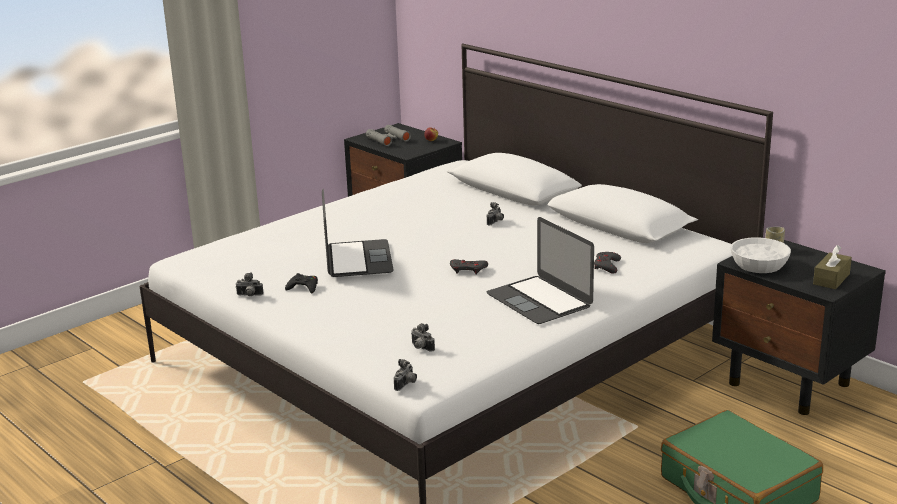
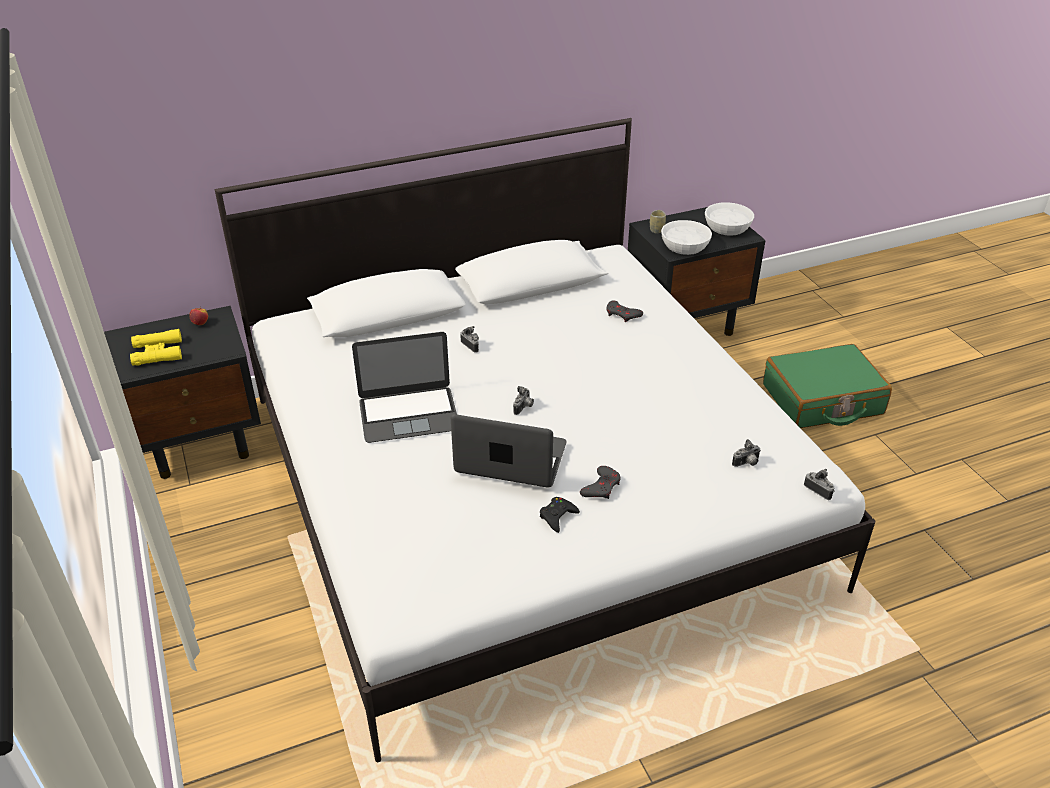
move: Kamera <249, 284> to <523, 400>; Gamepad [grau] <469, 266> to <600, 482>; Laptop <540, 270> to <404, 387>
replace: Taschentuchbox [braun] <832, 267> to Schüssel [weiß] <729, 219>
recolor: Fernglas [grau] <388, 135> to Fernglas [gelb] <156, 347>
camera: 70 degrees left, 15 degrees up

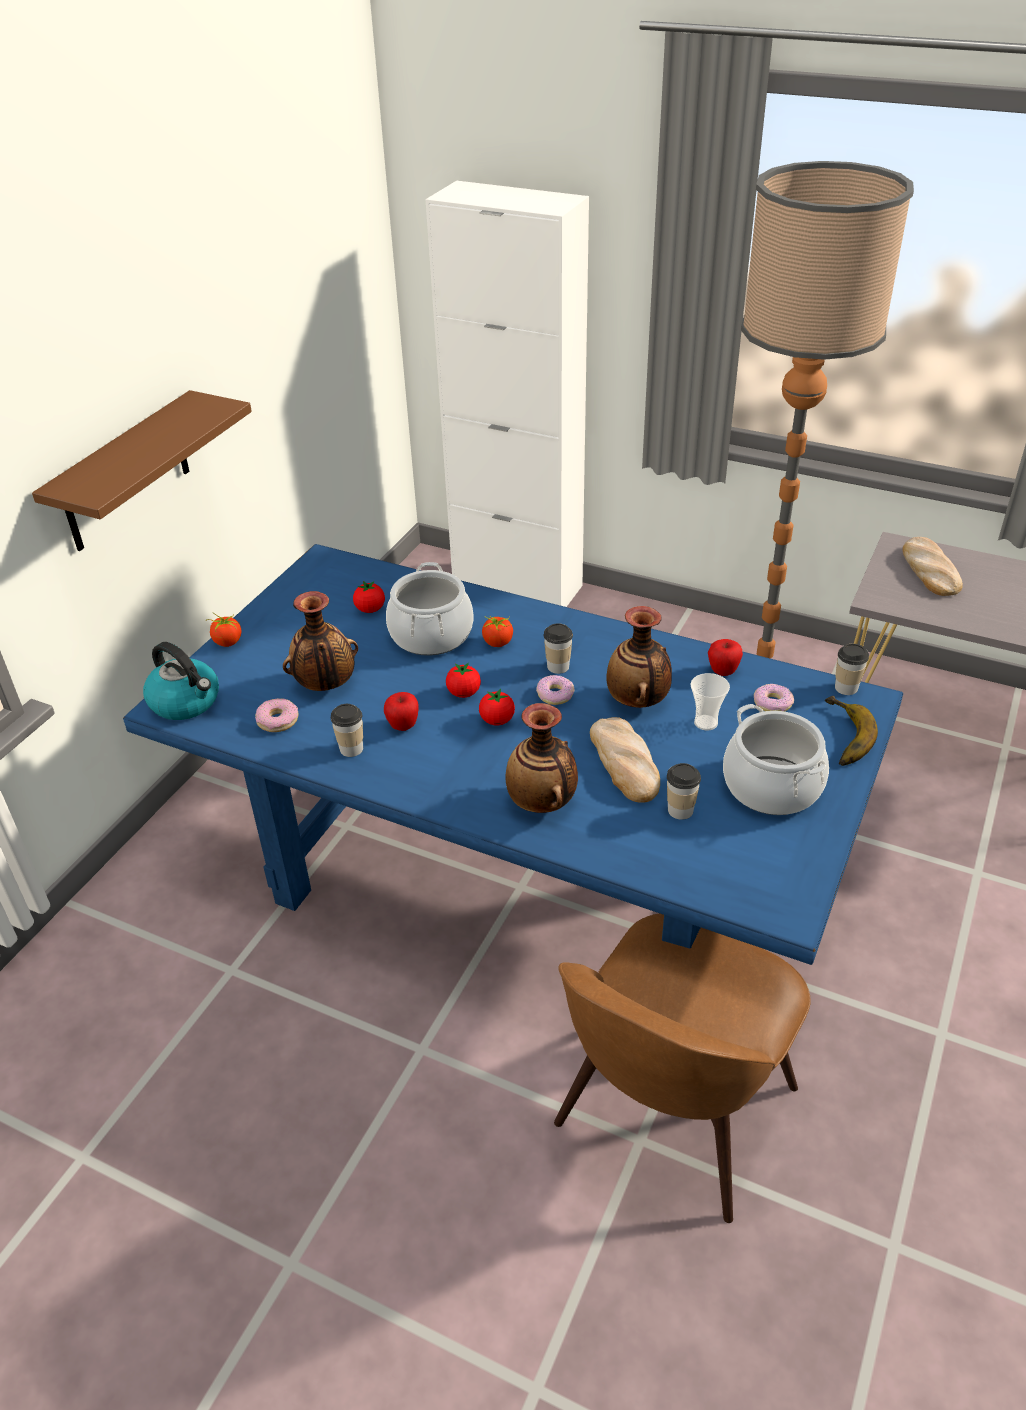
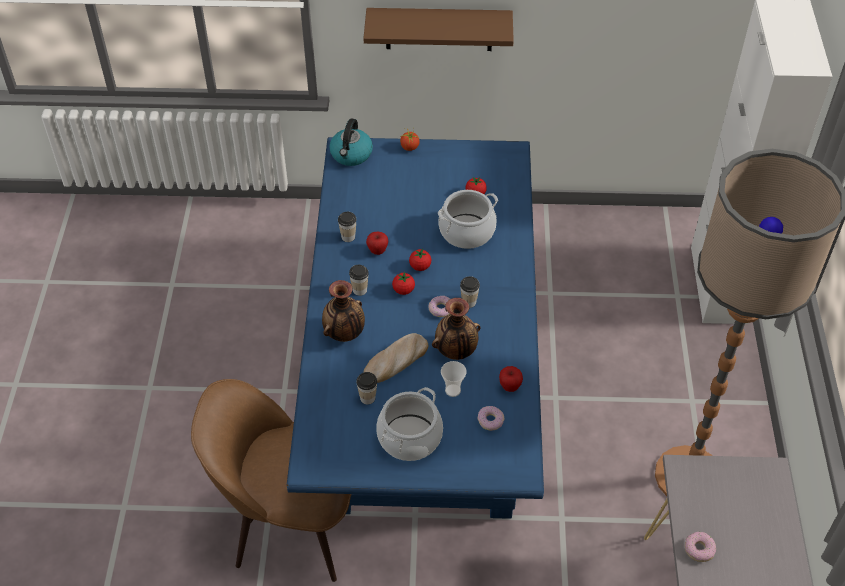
delete: Vase <320, 641>; Tomate <497, 631>; Banane <851, 731>; Brot <932, 566>
move: Donut <277, 715> to <700, 547>; Tasse <852, 669> to <359, 280>
camera: 65 degrees right, 10 degrees up

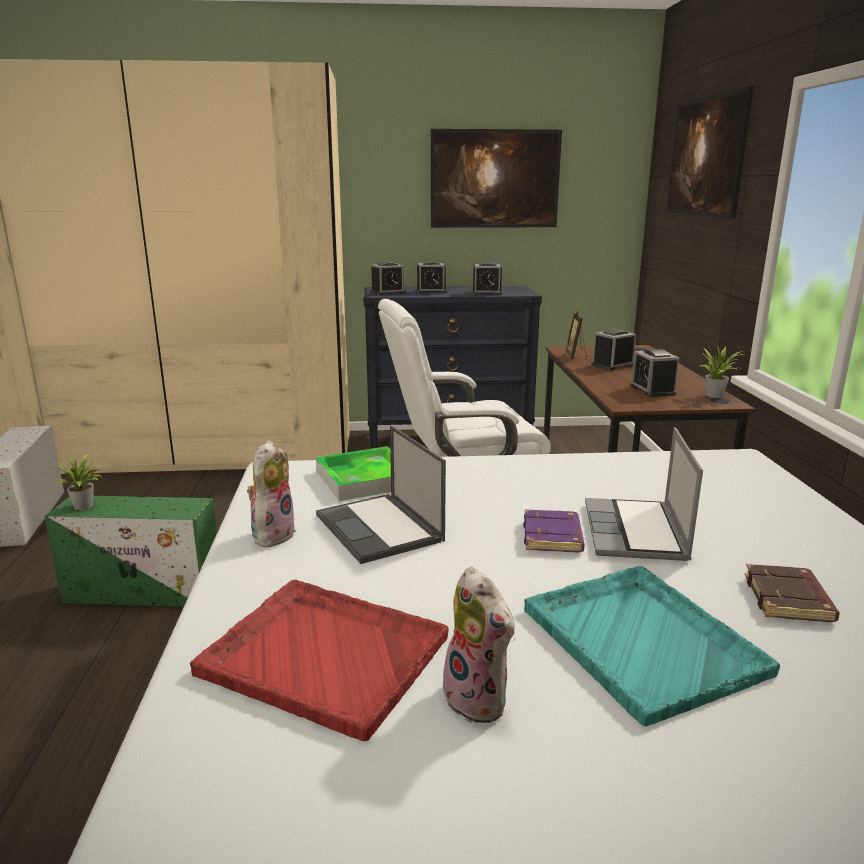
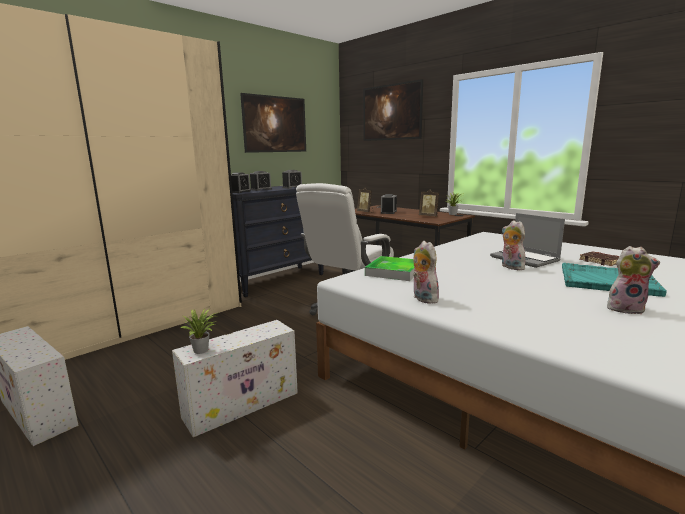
delete: Tablett [rot] <319, 660>; Laptop <381, 494>
replace: Buch [lila] <554, 530> to Plüschtier <513, 245>; Wecker <654, 373> to Bilderrahmen <429, 203>
recolor: Aufbewahrungsbox [grün] <130, 551> to Aufbewahrungsbox [weiß] <235, 378>
camera: 40 degrees left, 5 degrees down

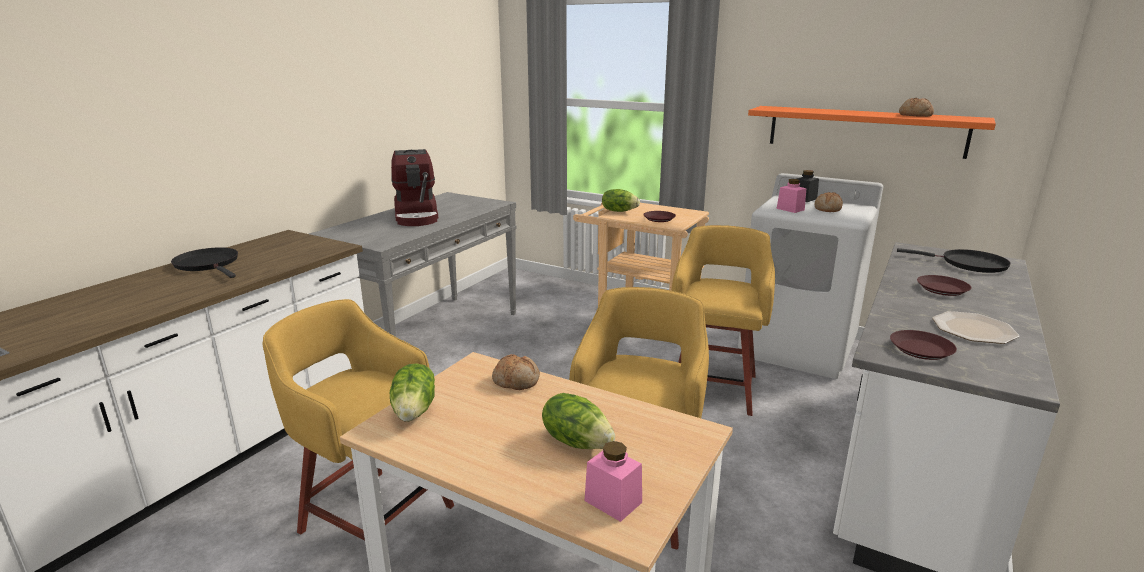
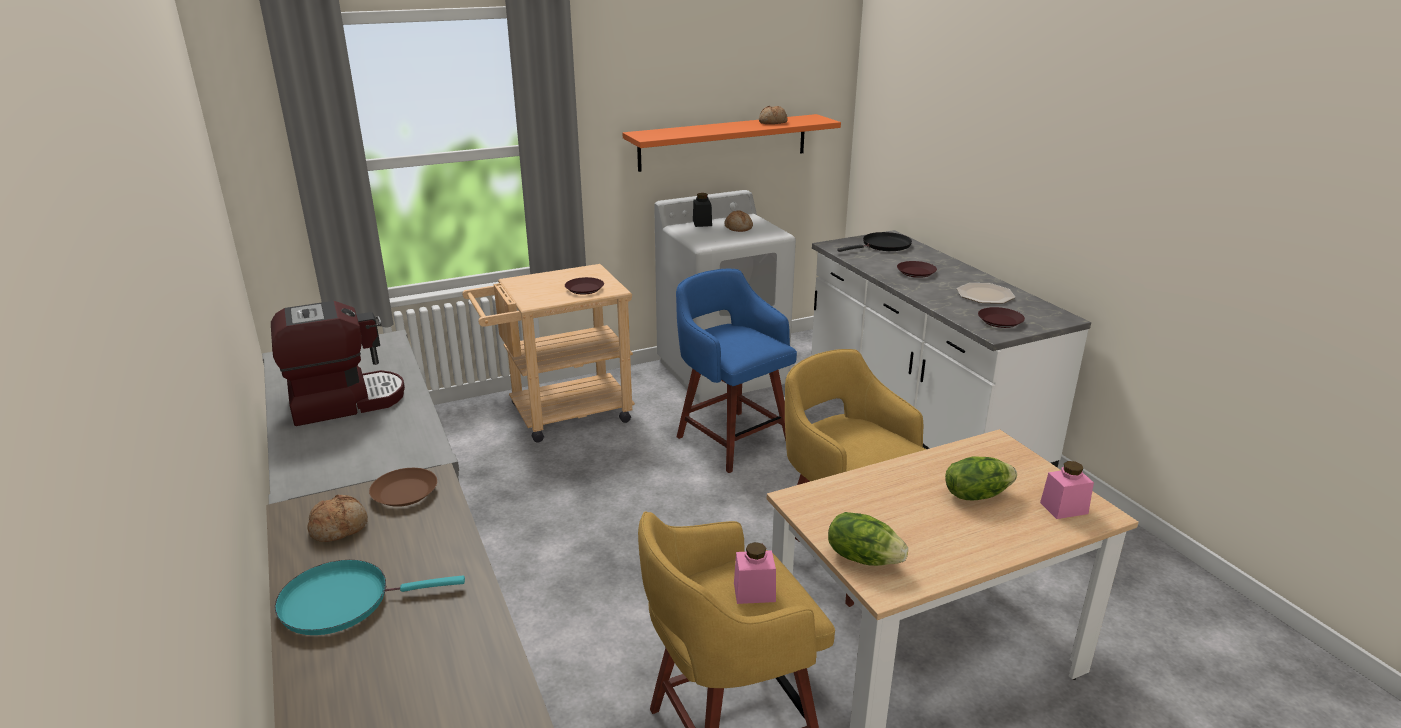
delete: Salatkopf <621, 200>
insert: Teller [braun] <403, 487>
move: Brot <516, 372> to <338, 518>; Vorratsglas [rosa] <791, 196> to <755, 573>
recolor: Pfanne [schwarz] <204, 262> to Pfanne [türkis] <370, 597>; Hocker [gelb] <723, 320> to Hocker [blau] <736, 371>
rotate: Kaffeemaschine <414, 187> = <338, 363> 45 degrees counterclockwise
camera: 55 degrees left, 5 degrees up

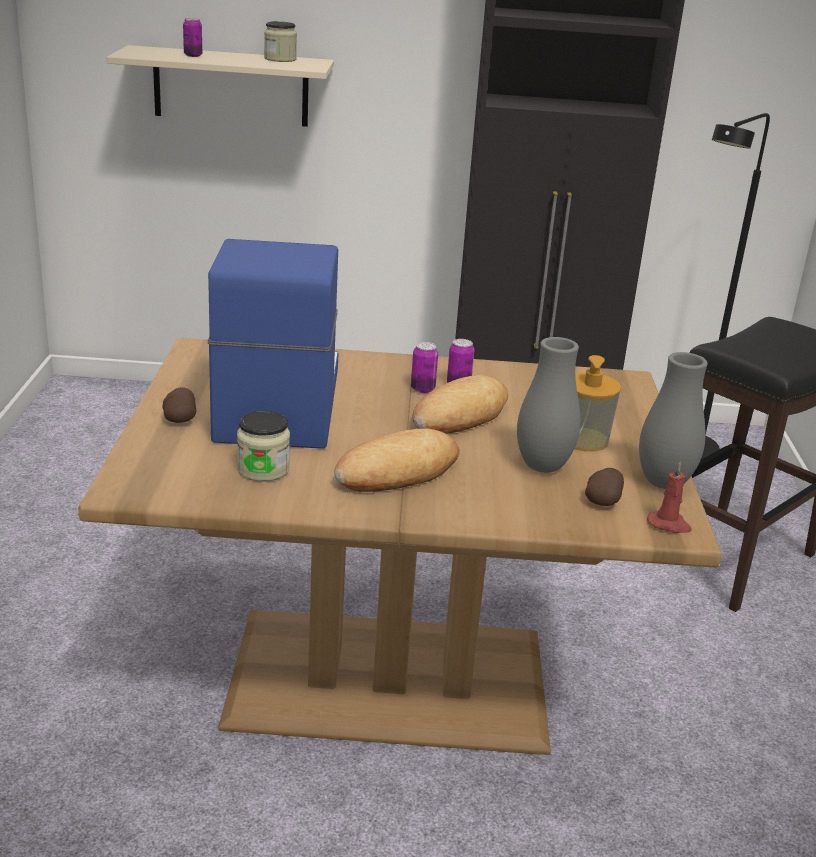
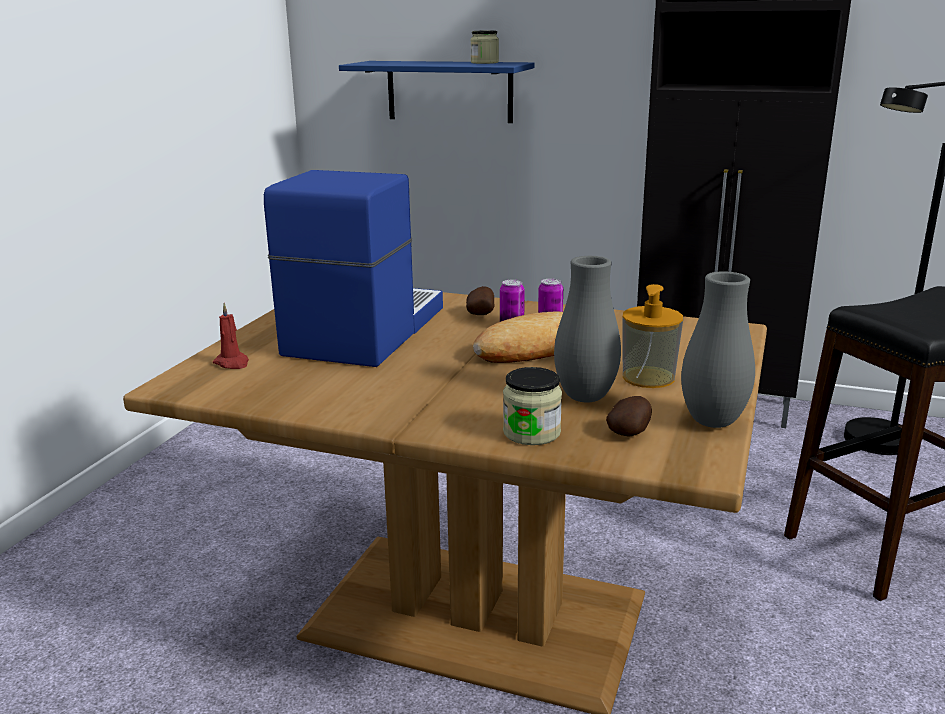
delete: Dose <192, 37>; Brot <397, 460>
move: Kartoffel <179, 405> to <480, 300>; Vorratsglas <263, 446> to <532, 406>; Kerze [rot] <669, 497> to <231, 336>
recolor: Wandregal [beige] <220, 86> to Wandregal [blau] <436, 92>
camera: 20 degrees right, 5 degrees down

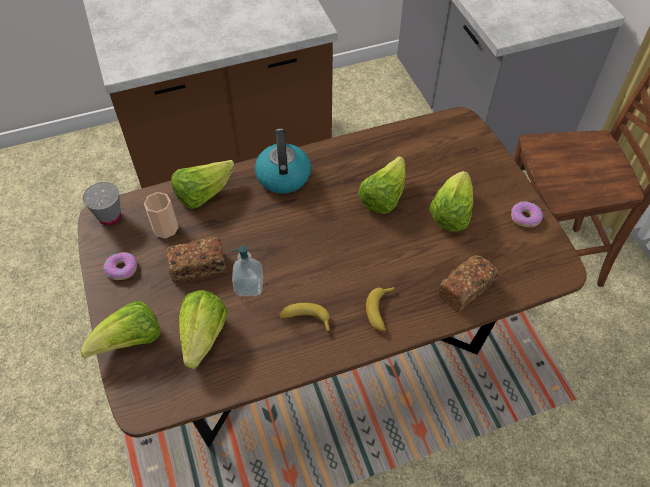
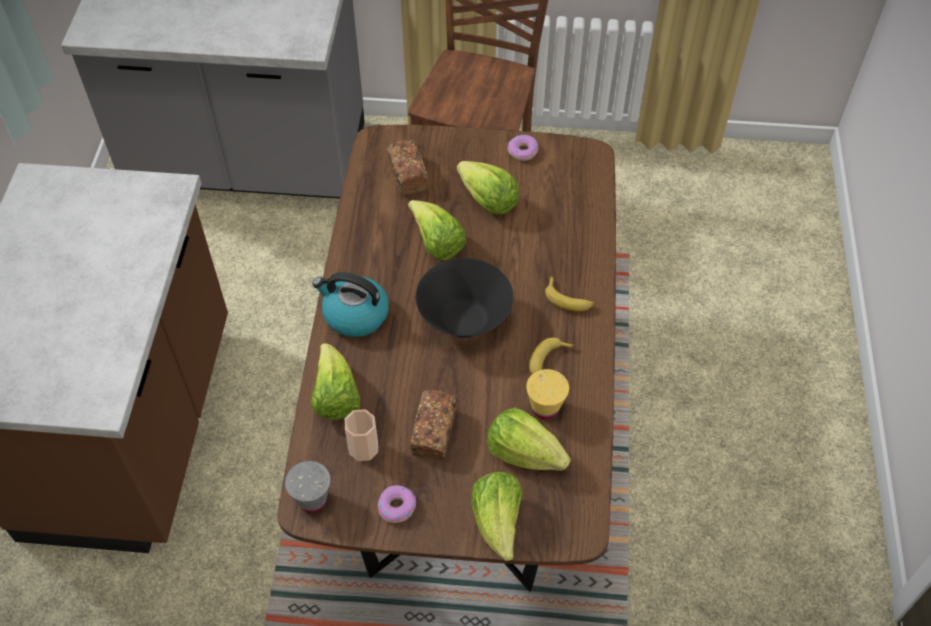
delete: Seifenspender <247, 270>
insert: Schüssel [schwarz] <465, 298>; Tasse [gelb] <547, 394>
move: Brot <468, 283> to <407, 167>
camera: 65 degrees left, 0 degrees up

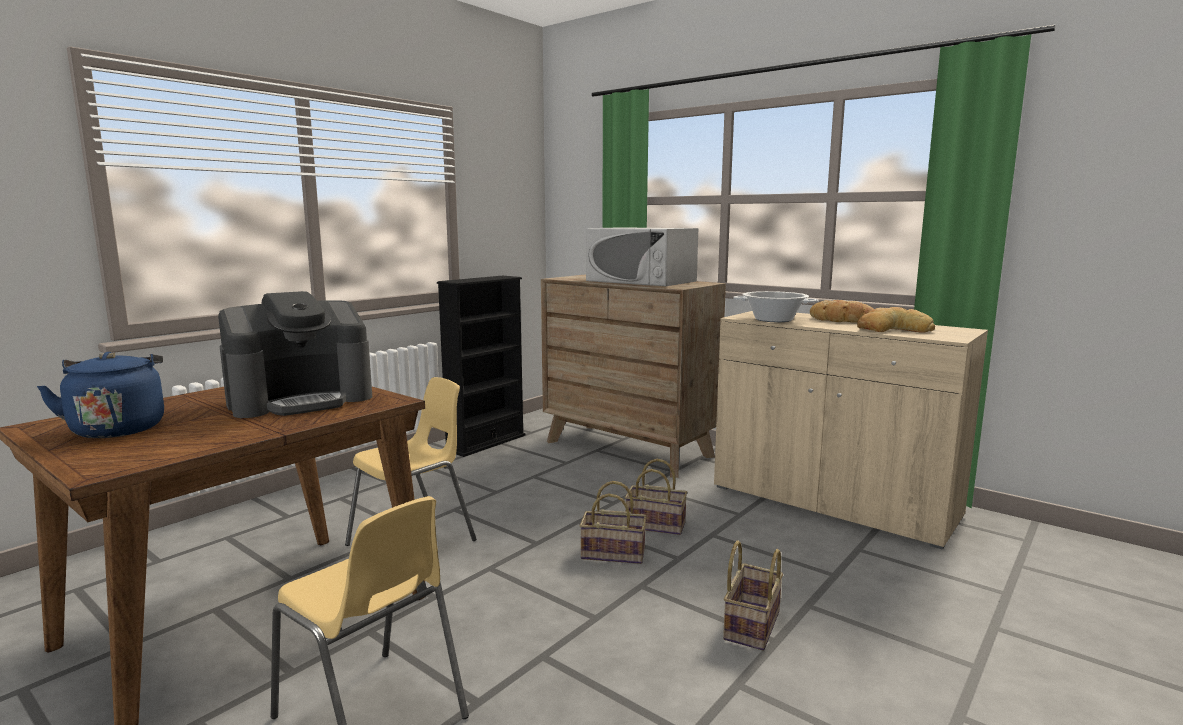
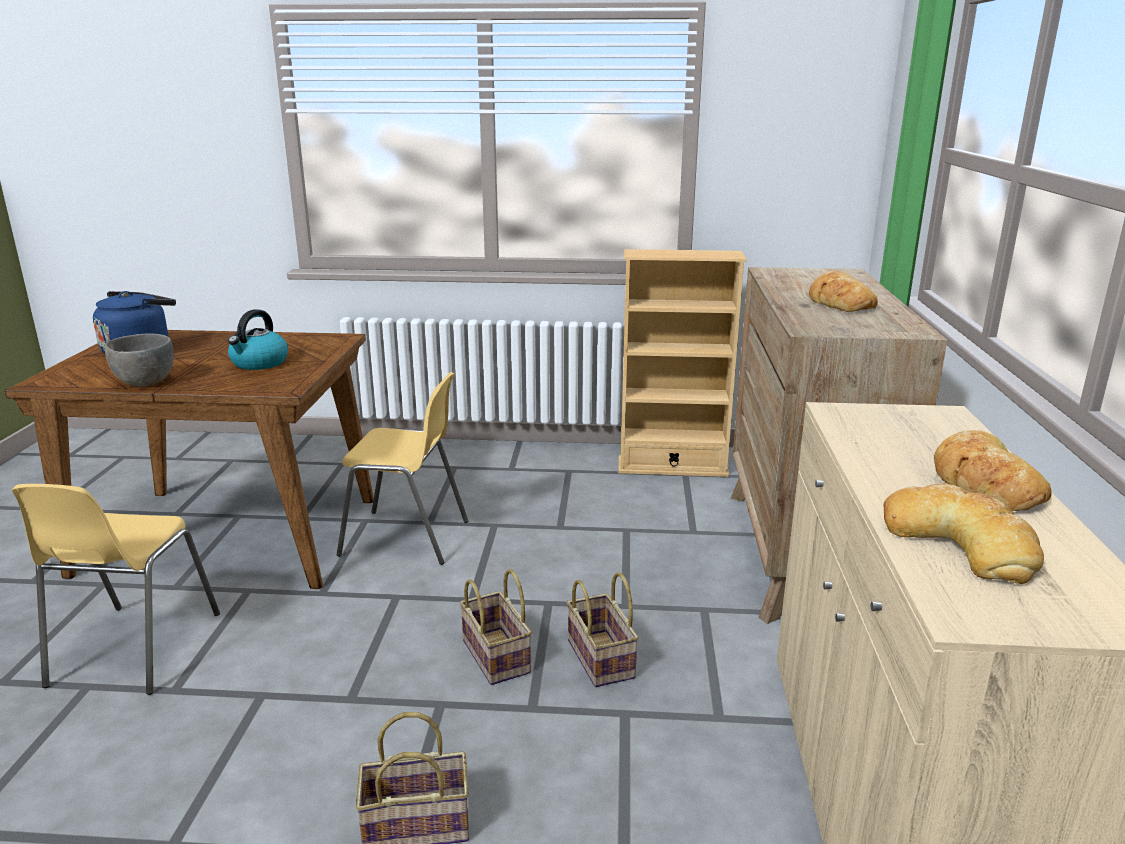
delete: Kochtopf <776, 306>
insert: Schüssel [grau] <139, 360>
replace: Kaffeemaschine <295, 354> to Wasserkessel <258, 339>; Mikrowelle [weiß] <642, 256> to Brot <843, 291>
recolor: Bücherregal [schwarz] <481, 366> to Bücherregal [beige] <682, 363>
camera: 55 degrees right, 10 degrees up

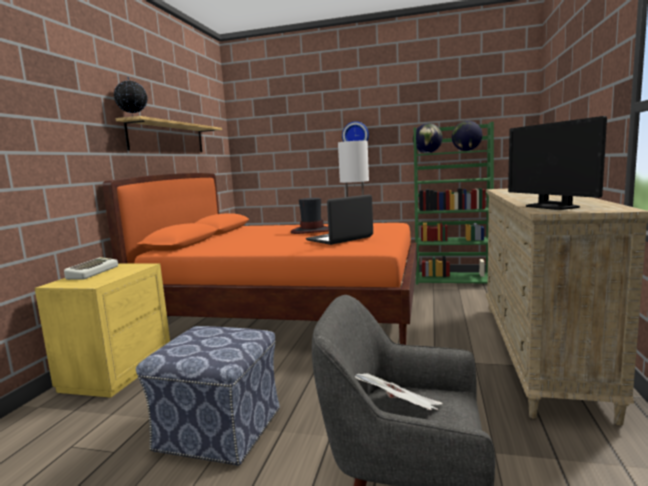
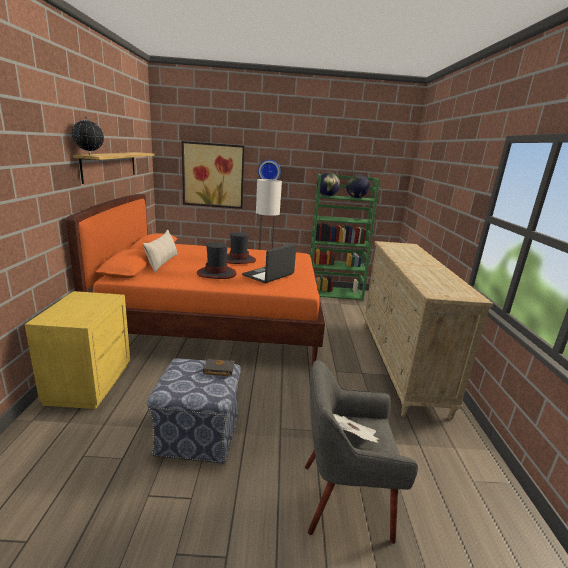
delete: Tastatur <91, 268>; Monitor <557, 163>
insert: Kissen [beige] <160, 251>; Bild <213, 175>; Hut <217, 260>; Buch [schwarz] <219, 367>
camera: 15 degrees left, 10 degrees up

